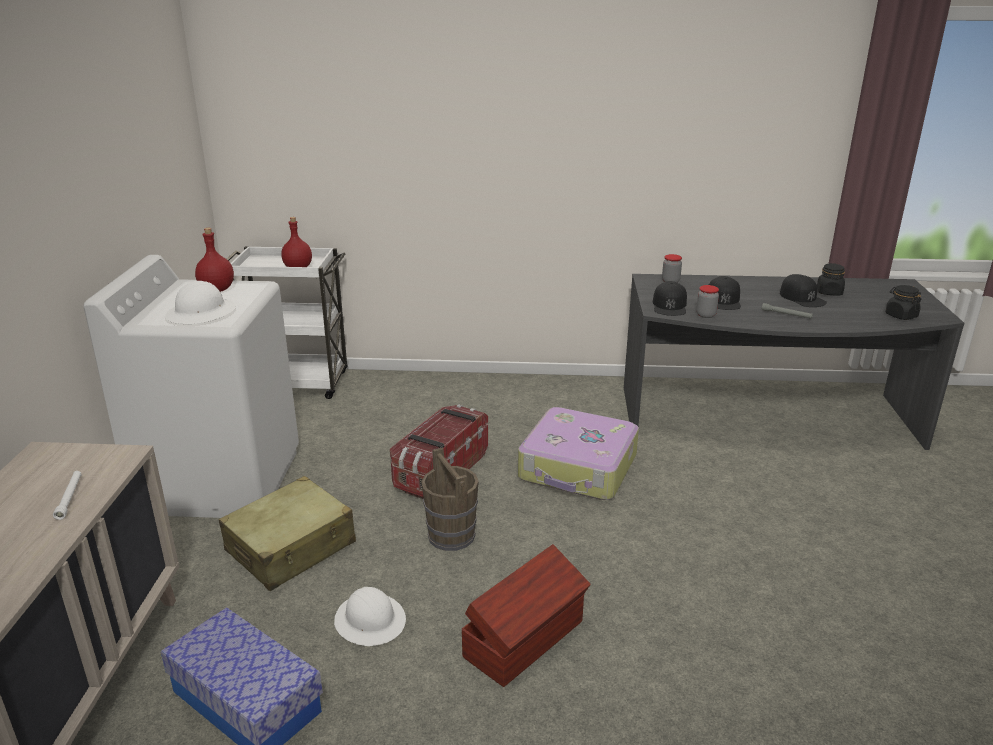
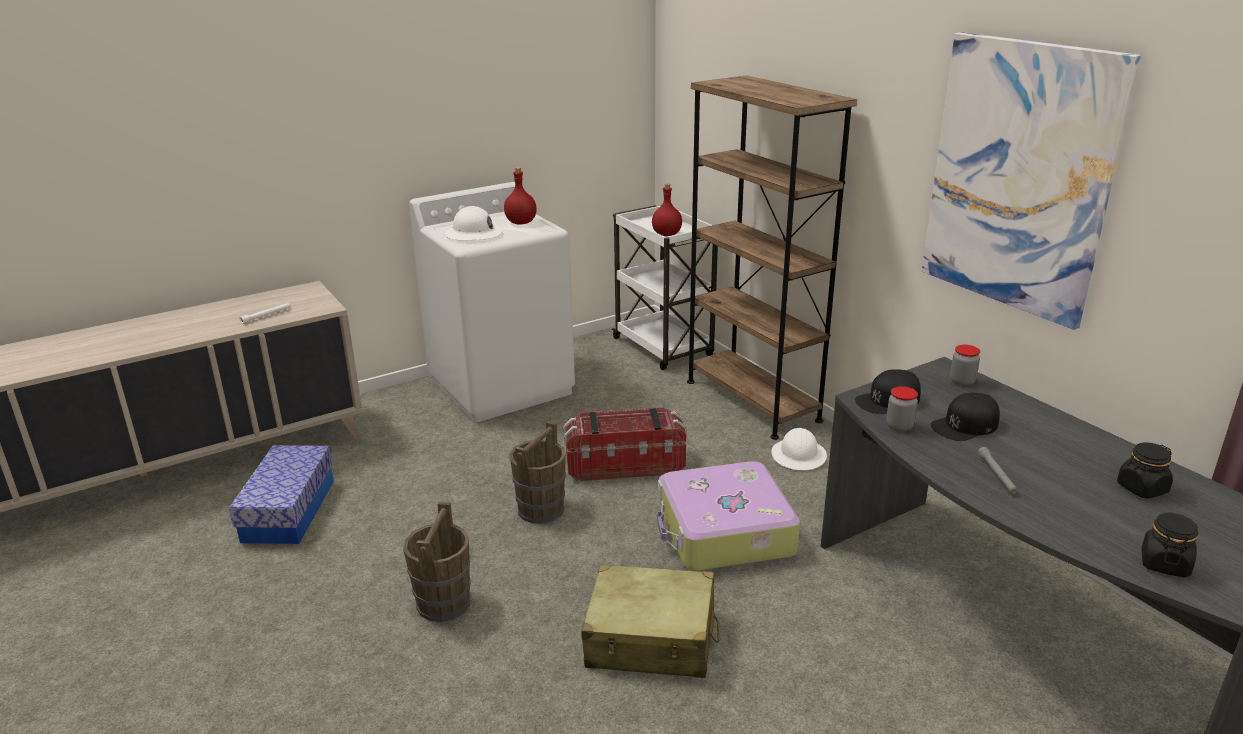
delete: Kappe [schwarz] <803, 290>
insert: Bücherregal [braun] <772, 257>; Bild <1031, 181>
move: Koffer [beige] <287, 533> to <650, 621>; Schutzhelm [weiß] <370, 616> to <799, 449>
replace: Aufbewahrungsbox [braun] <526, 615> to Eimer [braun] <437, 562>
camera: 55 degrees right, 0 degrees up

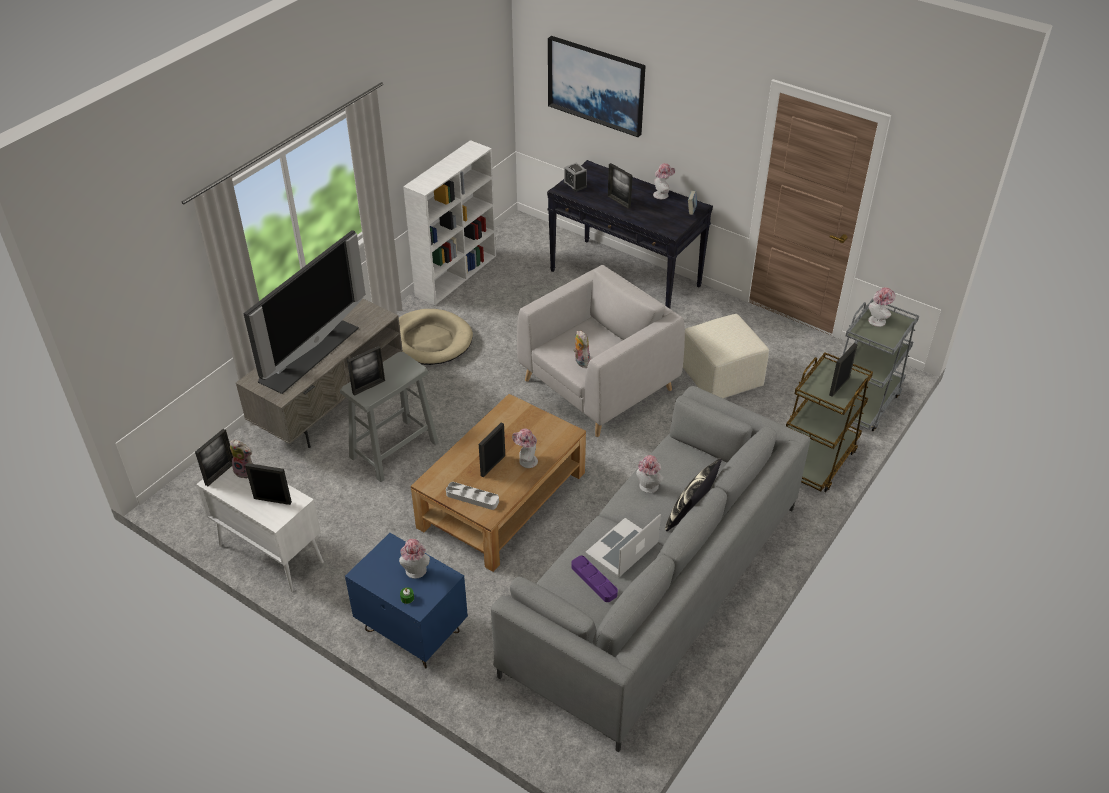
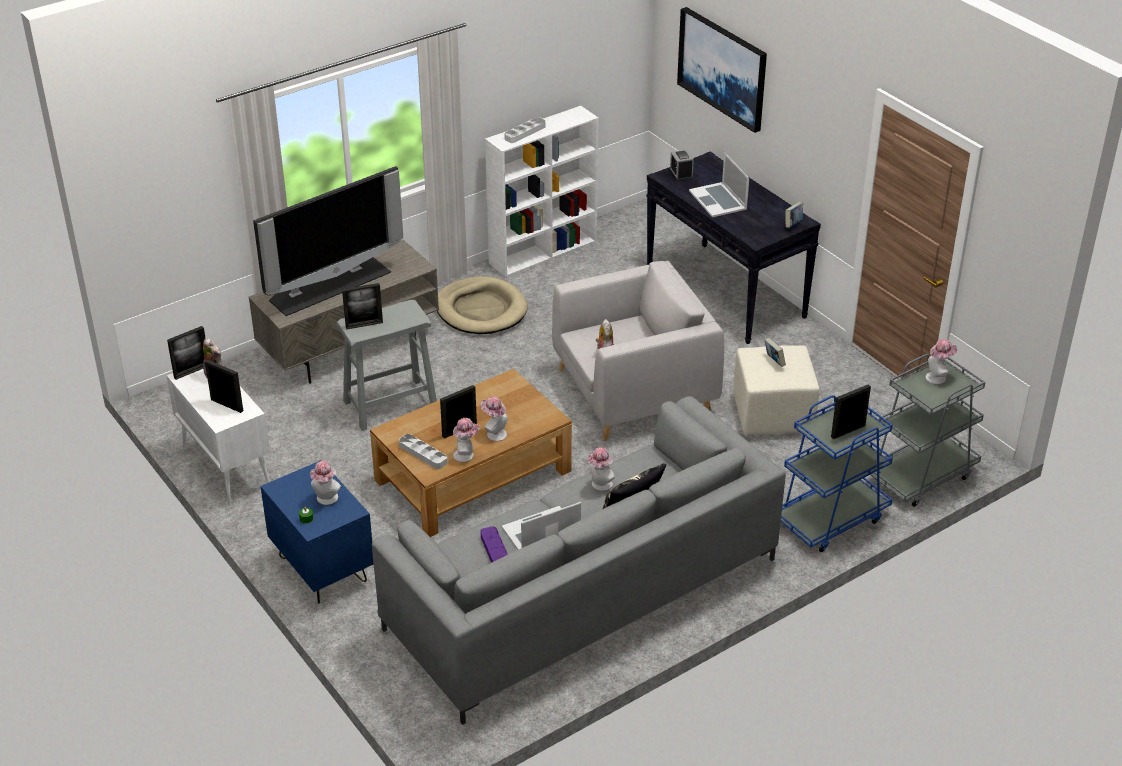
insert: Tablett [grau] <525, 130>; Buch <775, 352>
move: Hut <664, 181> to <466, 440>
replace: Bilderrahmen <620, 186> to Laptop <719, 184>
recolor: Rollwagen [braun] <829, 422> to Rollwagen [blau] <837, 473>
camera: 20 degrees right, 5 degrees down

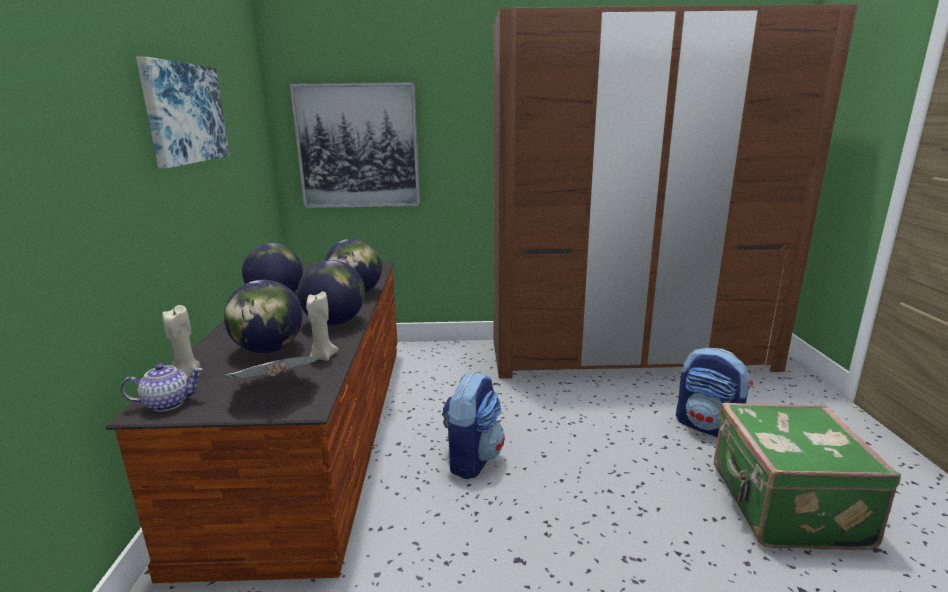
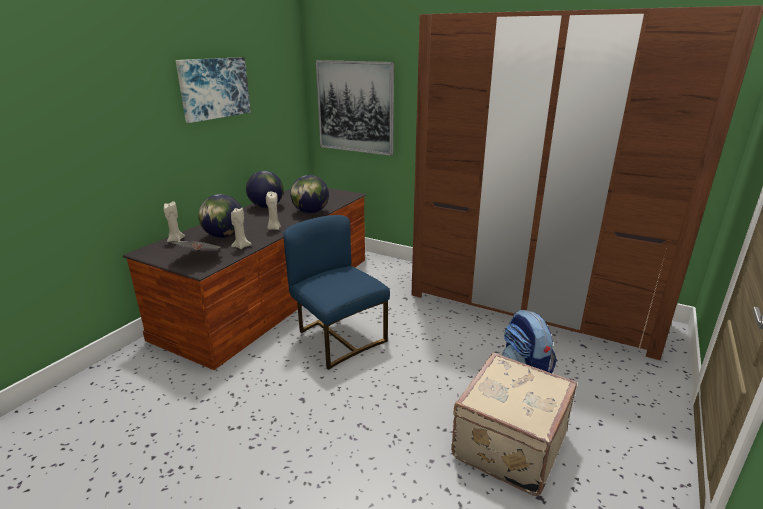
delete: Teekanne <162, 388>
replace: Globus <331, 293> to Kerze [beige] <273, 211>; Rucksack <473, 425> to Stuhl [blau] <336, 292>
recolor: Koffer [grün] <807, 476> to Koffer [beige] <514, 424>
camera: 30 degrees right, 5 degrees up

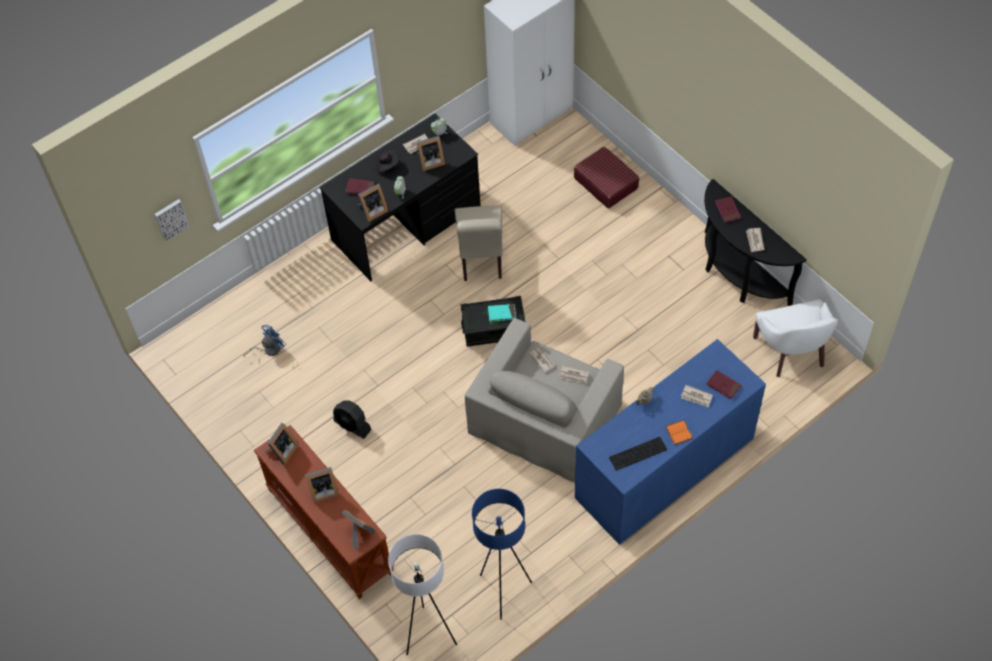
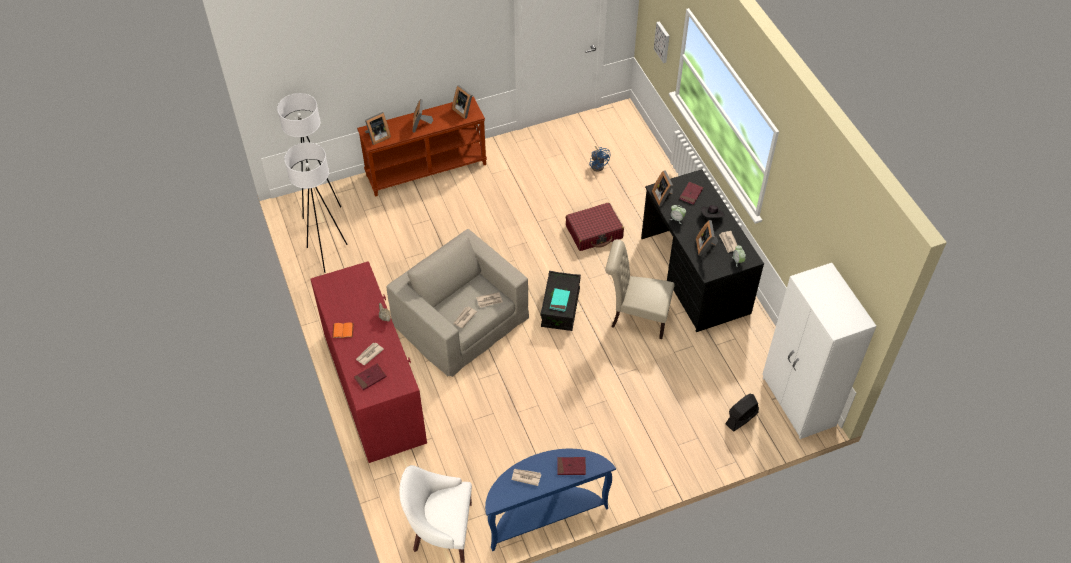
delete: Tastatur <638, 454>
move: Ventilator [schwarz] <352, 420> to <742, 413>; Koffer [rot] <607, 177> to <595, 227>
recolor: Stehlampe [blau] <502, 554> to Stehlampe [weiß] <316, 207>; Kommode [blau] <670, 442> to Kommode [rot] <368, 362>; Konsolentisch [schwarz] <755, 242> to Konsolentisch [blau] <550, 500>
camera: 105 degrees right, 5 degrees down

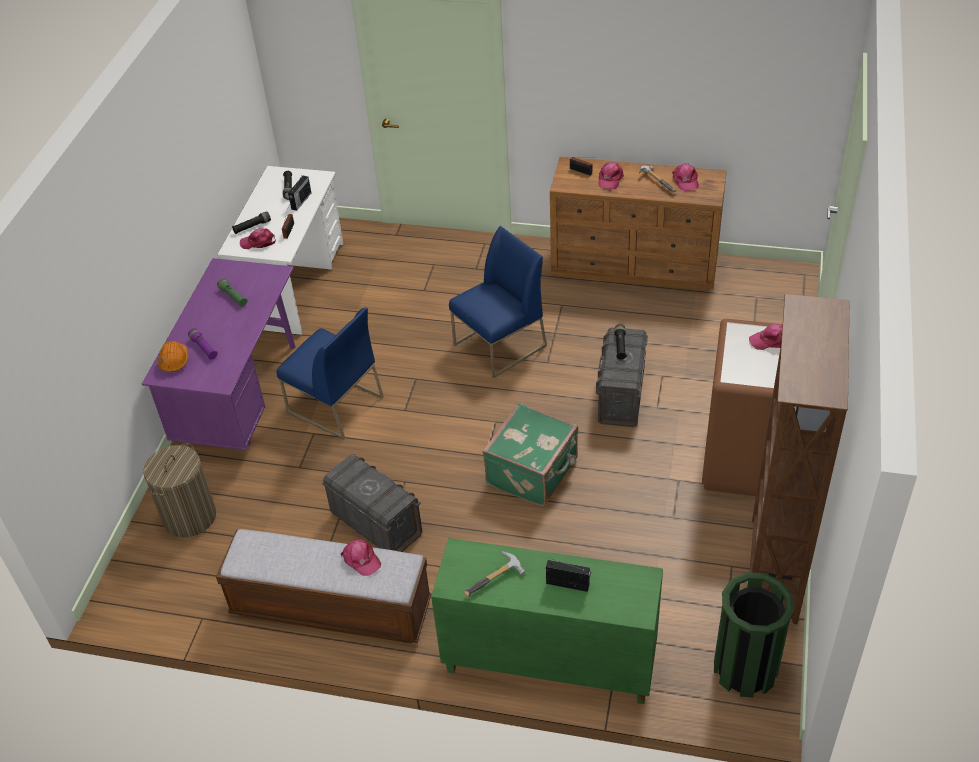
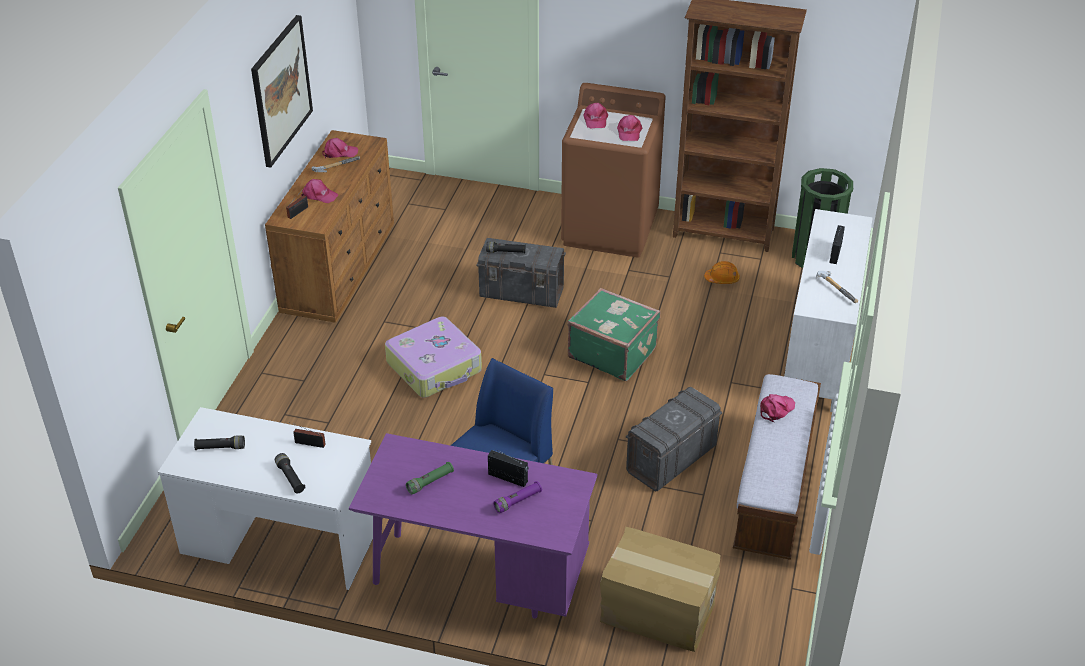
insert: Bild <282, 91>
move: Schutzhelm [orange] <173, 356> to <722, 272>; Kappe [rosa] <258, 238> to <629, 128>; Radio <299, 192> to <508, 467>
replace: Wäschekorb <179, 490> to Karton <660, 589>; Stuhl [blau] <498, 302> to Koffer <433, 357>
recolor: Schrank [grün] <547, 621> to Schrank [weiß] <828, 310>
camera: 90 degrees left, 5 degrees down

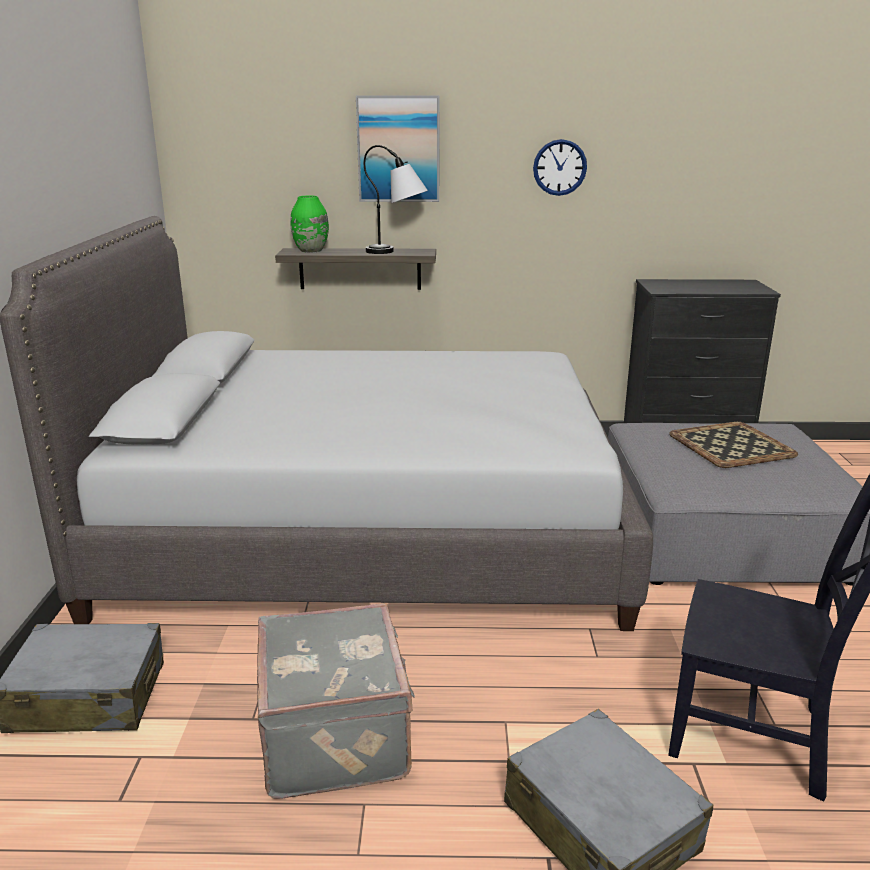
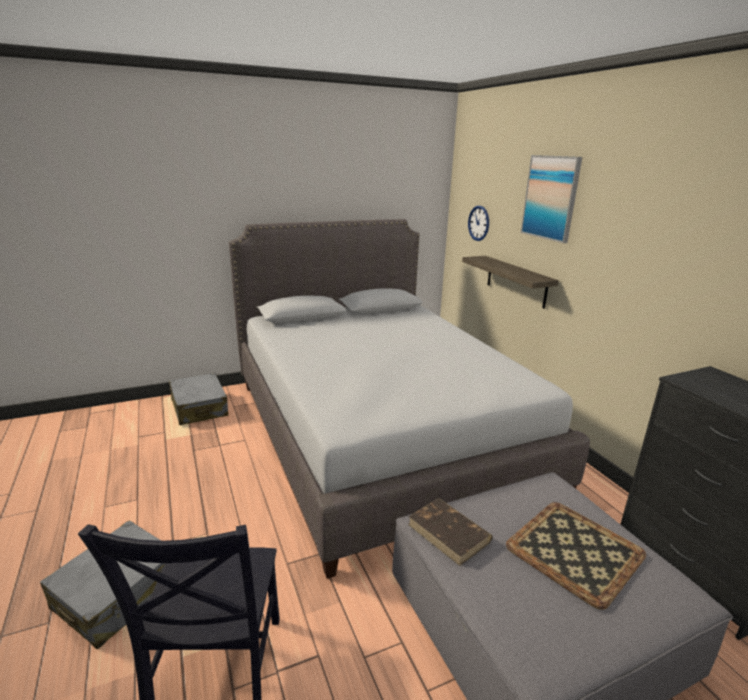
delete: Koffer [grau] <336, 701>; Vase [grün] <309, 224>; Tischlampe <396, 199>
insert: Buch [braun] <450, 532>
move: Wanduhr <560, 167> to <478, 223>
camera: 65 degrees right, 0 degrees up

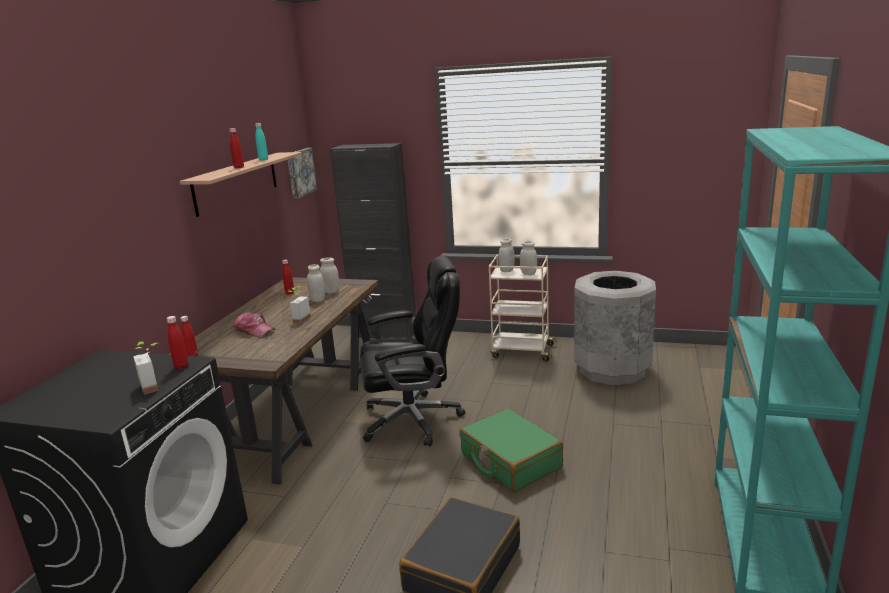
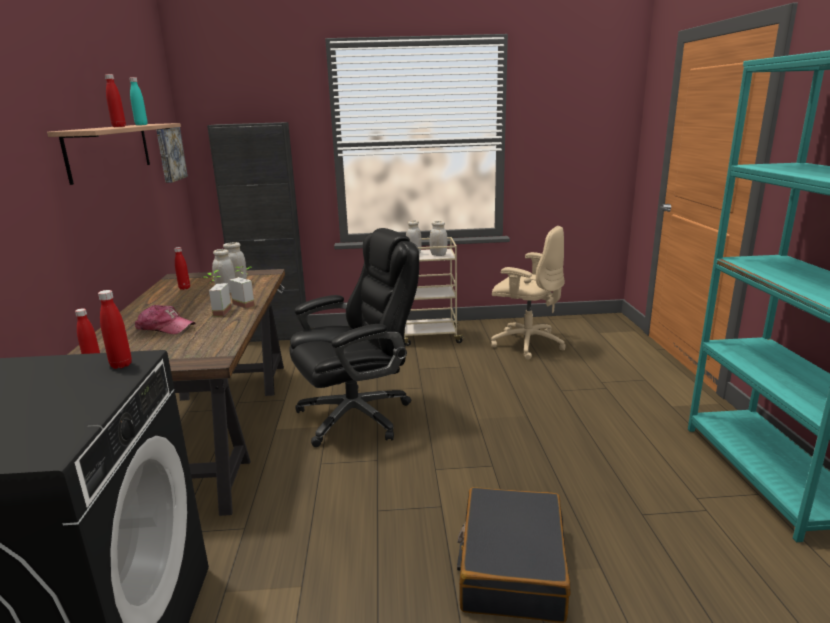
delete: Koffer [grün] <511, 450>
move: Topfpflanze <145, 368> to <242, 287>
replace: Mülleimer [grau] <615, 327> to Bürostuhl [beige] <528, 293>
camera: 20 degrees left, 0 degrees up

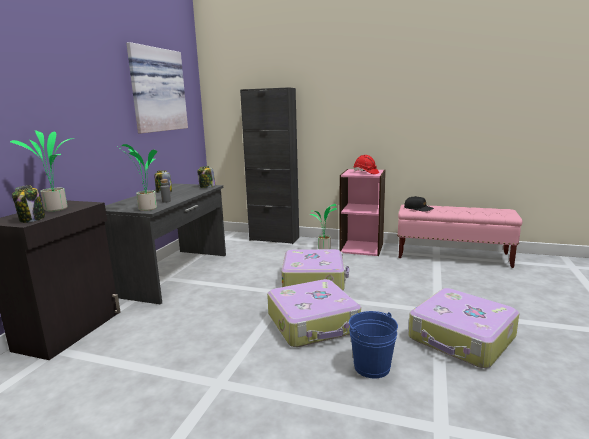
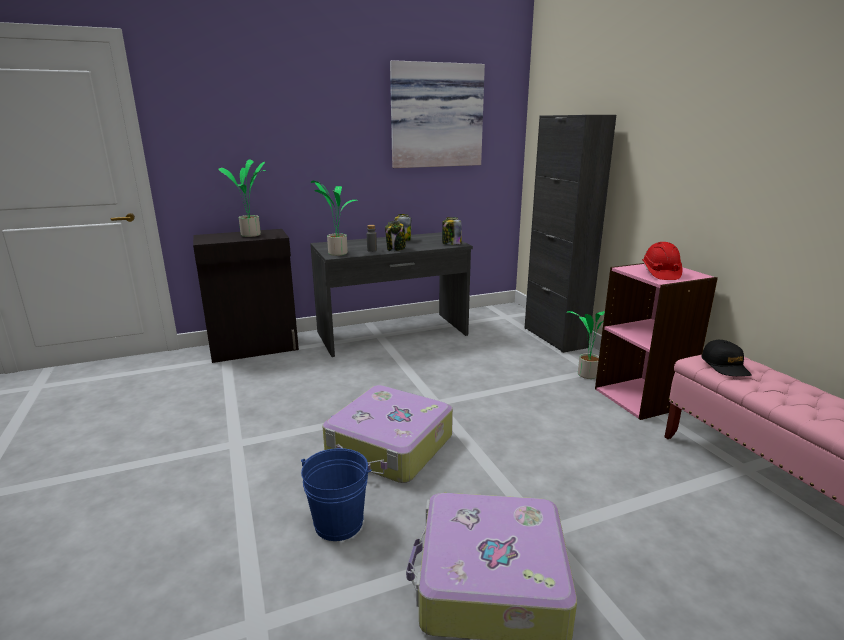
delete: Koffer <315, 269>
move: Vorratsglas <28, 204> to <395, 236>
camera: 50 degrees right, 5 degrees up

